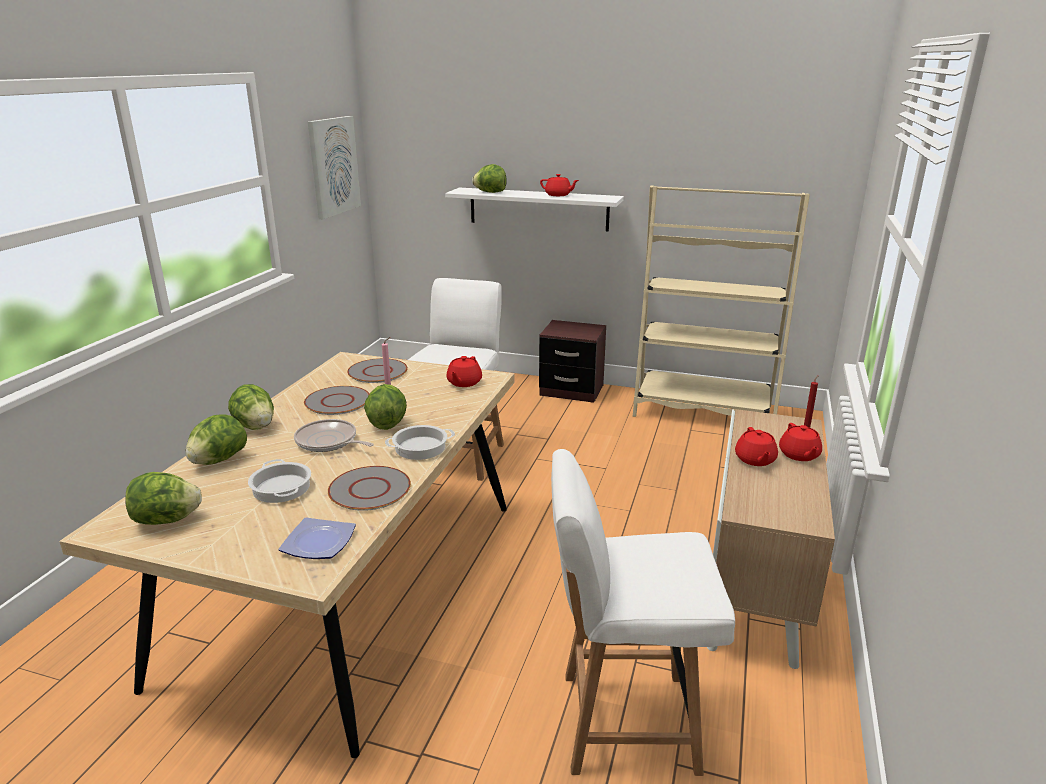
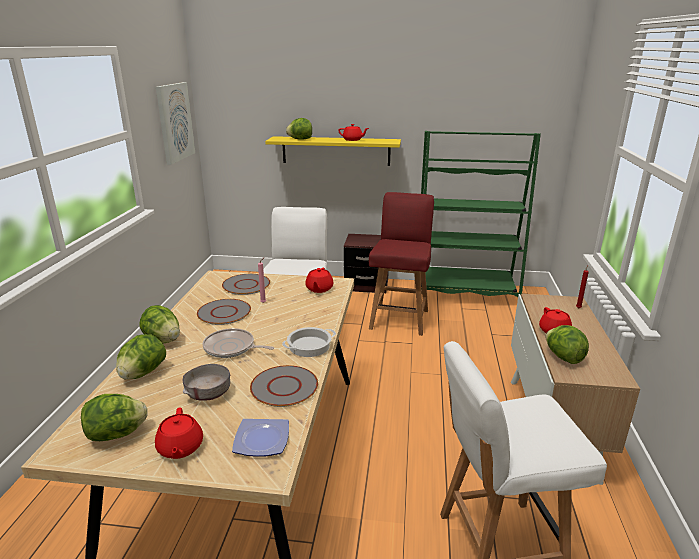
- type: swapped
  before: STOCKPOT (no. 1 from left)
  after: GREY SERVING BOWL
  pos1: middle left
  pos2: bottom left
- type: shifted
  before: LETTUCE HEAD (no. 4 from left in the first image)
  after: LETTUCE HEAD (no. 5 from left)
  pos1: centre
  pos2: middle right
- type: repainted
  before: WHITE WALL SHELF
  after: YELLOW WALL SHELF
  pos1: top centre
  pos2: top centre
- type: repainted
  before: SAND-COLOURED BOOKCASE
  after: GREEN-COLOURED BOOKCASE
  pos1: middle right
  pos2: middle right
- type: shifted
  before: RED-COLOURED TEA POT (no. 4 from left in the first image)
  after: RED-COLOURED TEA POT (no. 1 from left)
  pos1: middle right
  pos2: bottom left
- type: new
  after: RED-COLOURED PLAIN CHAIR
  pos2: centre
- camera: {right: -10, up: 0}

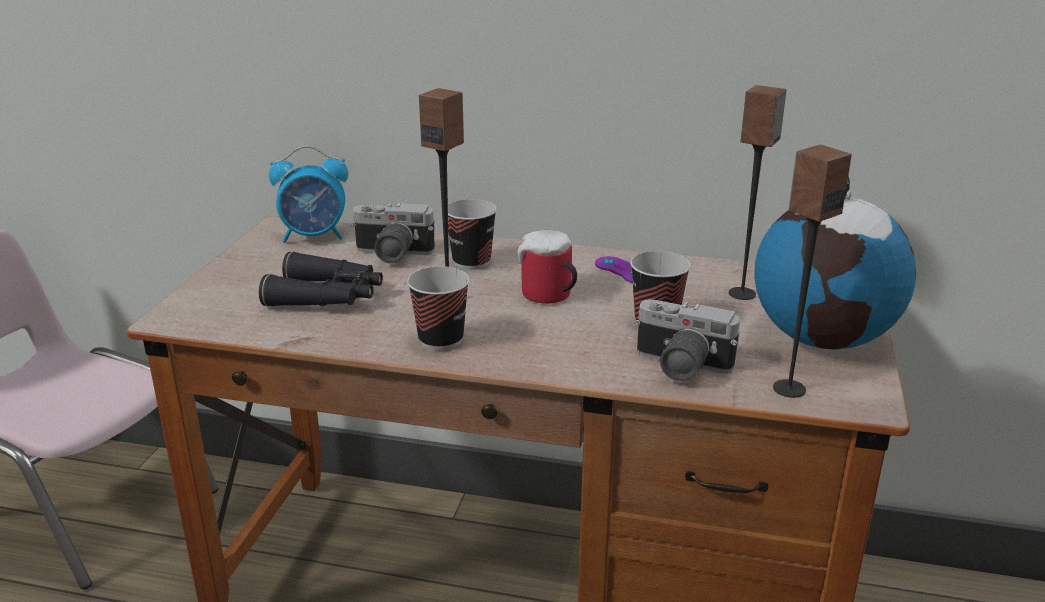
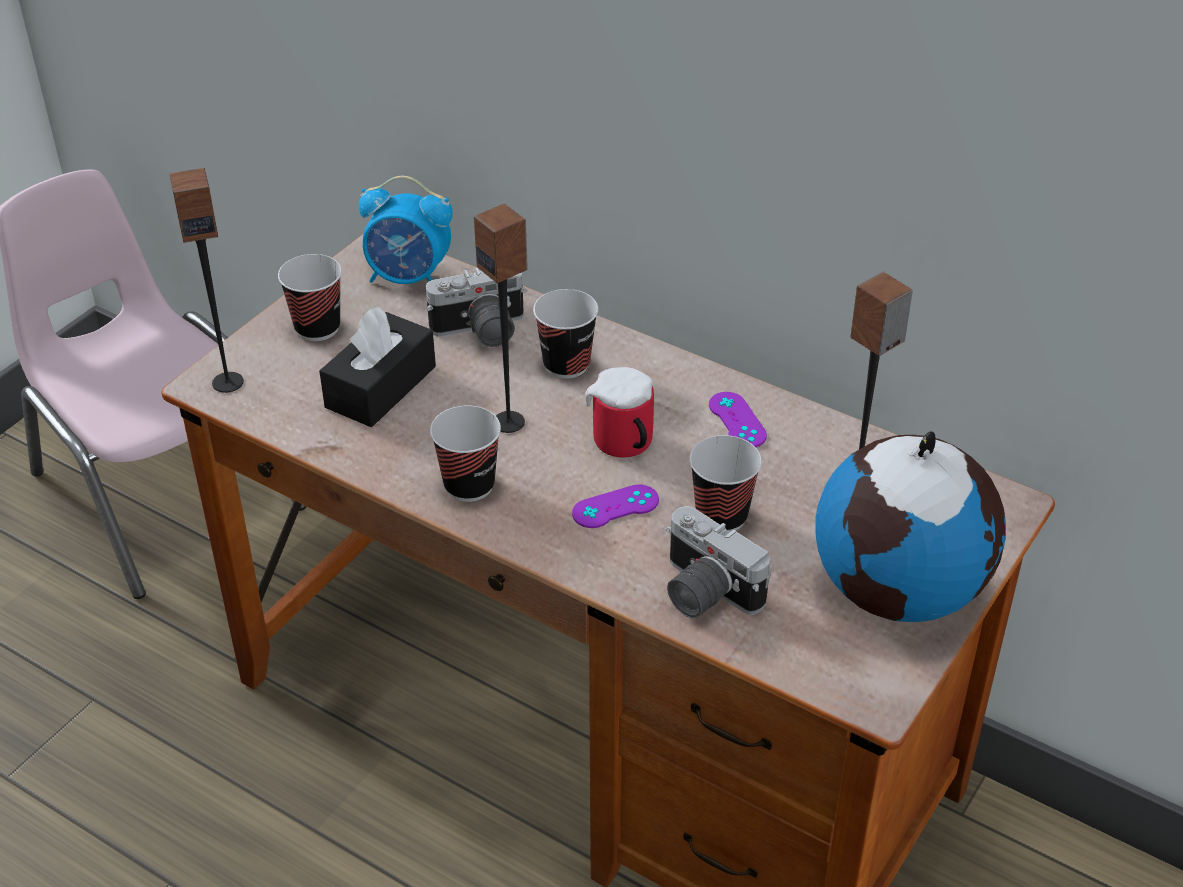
- type: swapped
  before: BLACKISH PAIR OF BINOCULARS
  after: BLACKISH BOX OF TISSUES
  pos1: middle left
  pos2: middle left
- type: rotated
  before: PHOTO CAMERA (no. 1 from left)
  pos1: centre
  pos2: centre
  turn: -45
- type: shifted
  before: AUDIO SPEAKER (no. 3 from left in the first image)
  after: AUDIO SPEAKER (no. 1 from left)
  pos1: middle right
  pos2: top left
- type: new
  after: SMALL CUP (no. 1 from left)
  pos2: middle left
- type: new
  after: PURPLE-COLOURED JOYPAD (no. 1 from left)
  pos2: centre
- camera: {right: 20, up: 15}

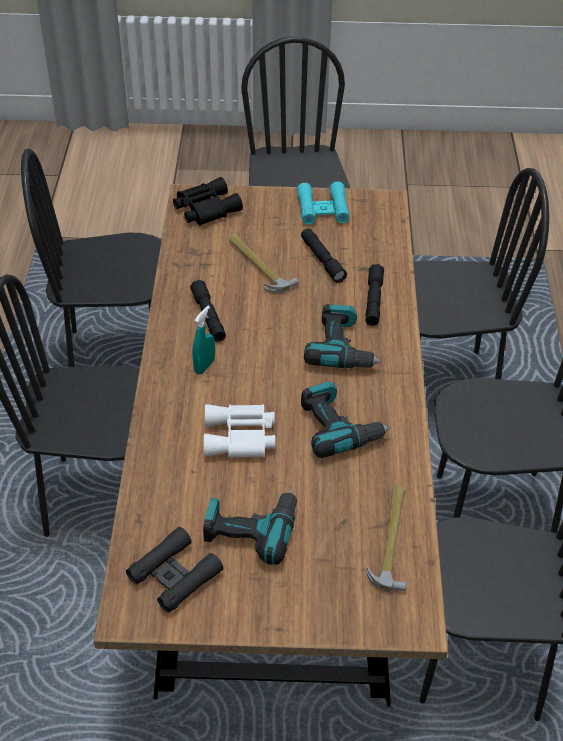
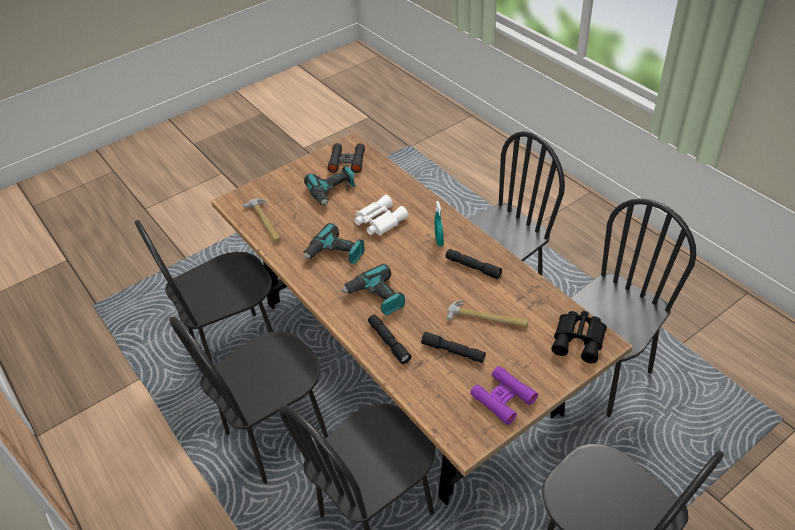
- type: repainted
  before: BLUE-GREEN PAIR OF BINOCULARS
  after: PURPLE-COLOURED PAIR OF BINOCULARS
  pos1: top centre
  pos2: bottom centre
- camera: {right: 145, up: 0}

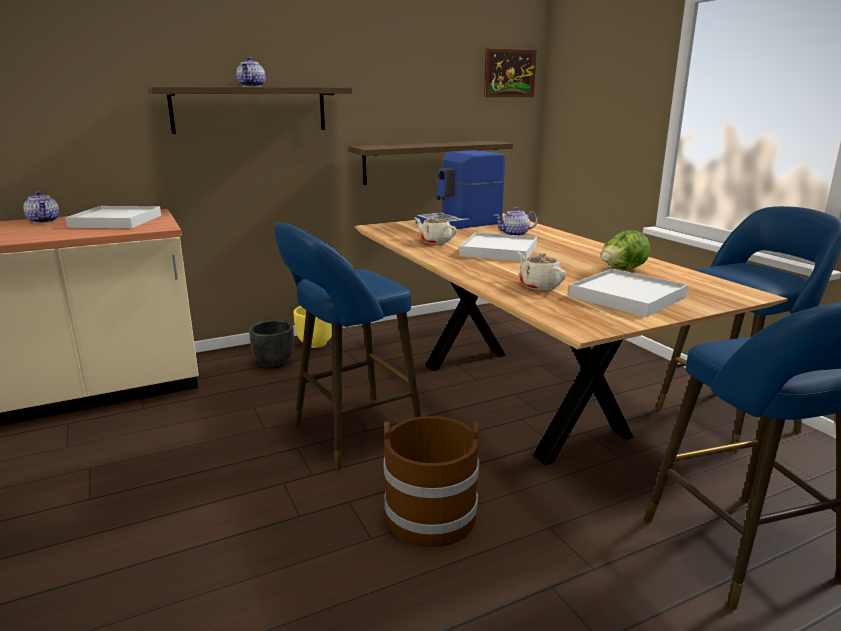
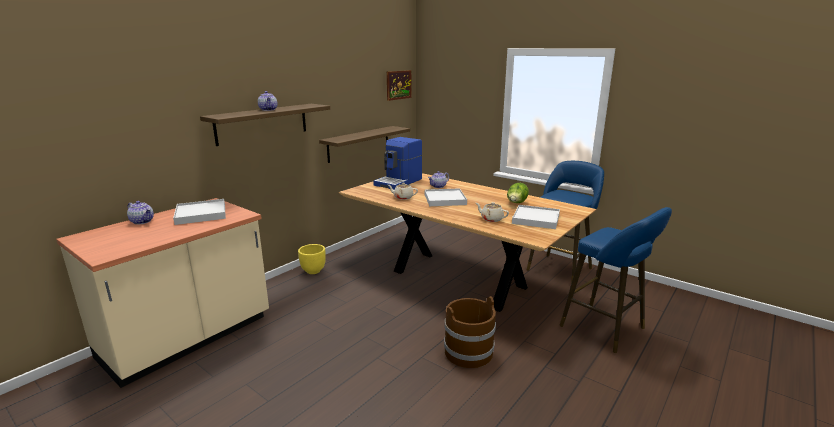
- type: gone
  before: BLACKISH FLOWER POT
  pos1: middle left
- type: gone
  before: BLUE-COLOURED STOOL (no. 1 from left)
  pos1: centre
- camera: {right: -25, up: 0}

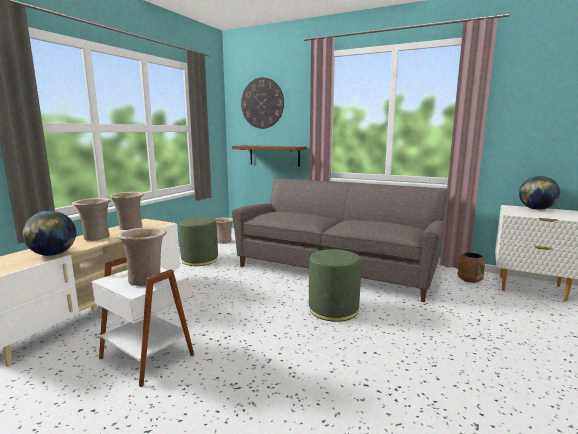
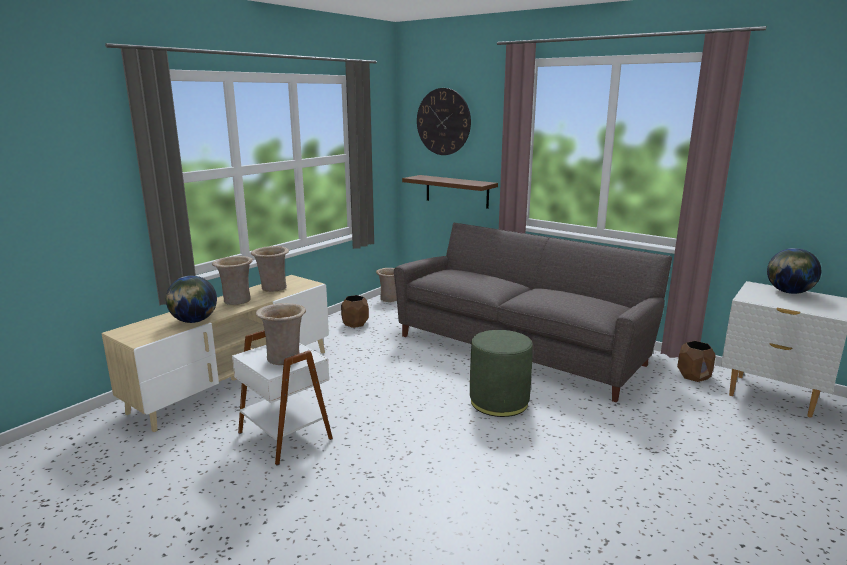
- type: swapped
  before: GREEN-COLOURED POUFFE (no. 1 from left)
  after: BROWN-COLOURED FLOWER POT (no. 1 from left)
  pos1: centre
  pos2: centre
- camera: {right: 10, up: 5}

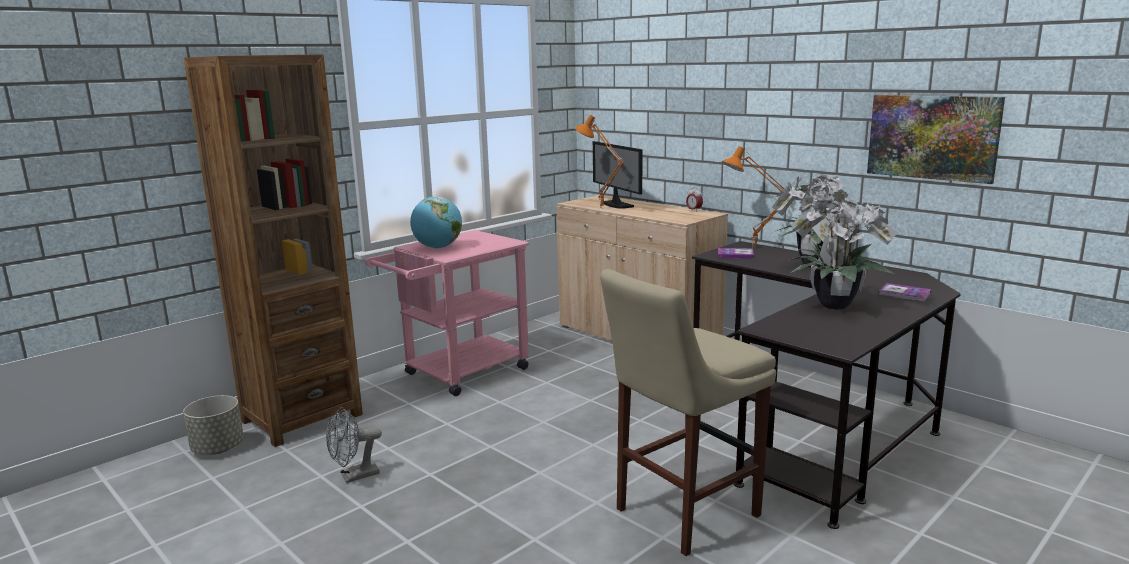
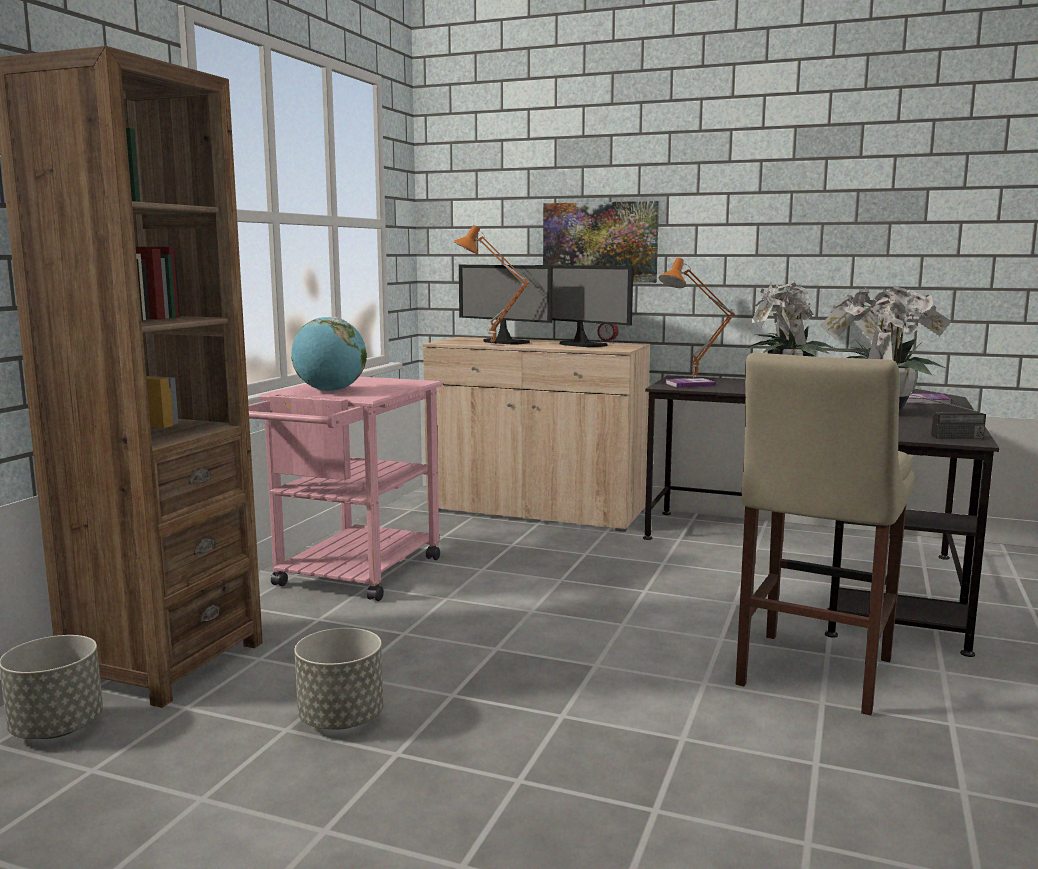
- type: swapped
  before: GREY FAN
  after: GREY FLOWER POT (no. 2 from left)
  pos1: bottom left
  pos2: bottom left
- type: shifted
  before: PICTURE
  pos1: top right
  pos2: top centre
- type: new
  after: COMPUTER SCREEN (no. 2 from left)
  pos2: centre
- type: new
  after: RADIO SET
  pos2: middle right
- camera: {right: -25, up: -5}

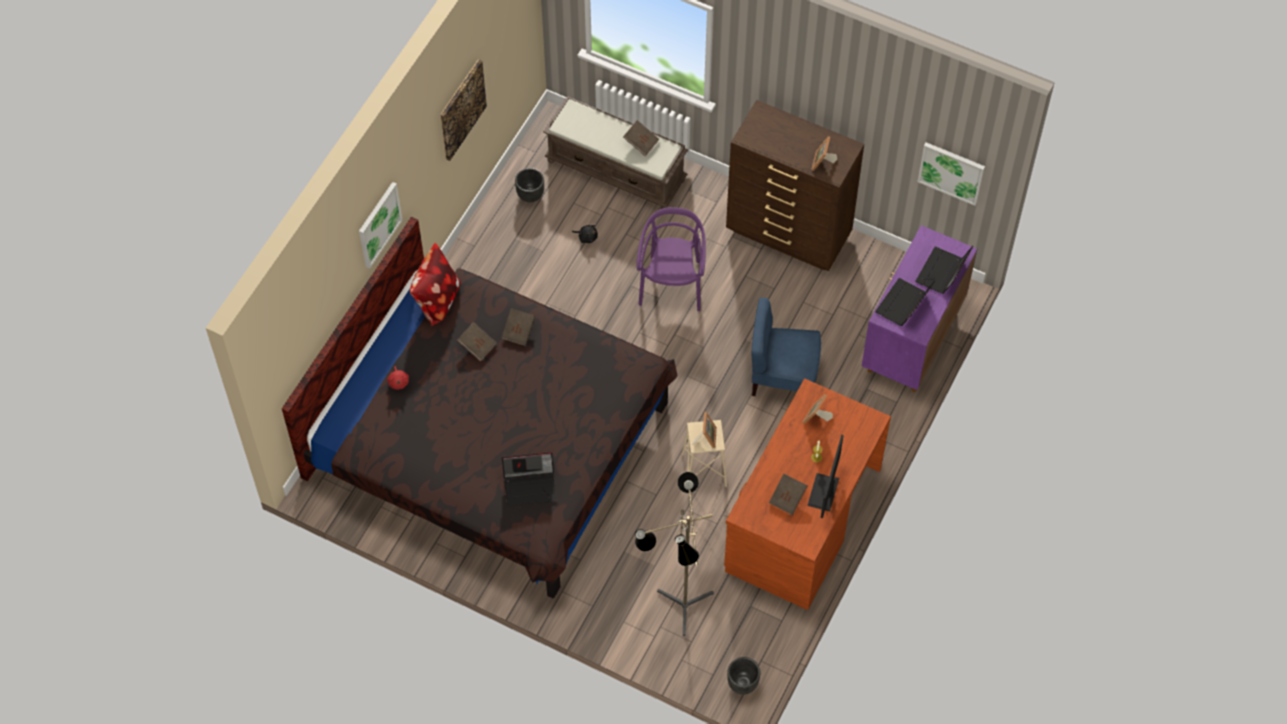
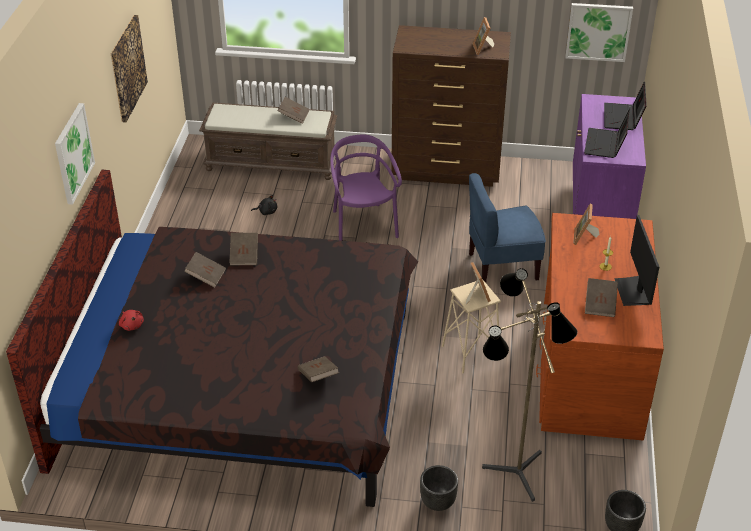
- type: gone
  before: THROW PILLOW
  pos1: centre
- type: swapped
  before: LAPTOP (no. 1 from left)
  after: BROWN-COLOURED BOUND BOOK (no. 4 from left)
  pos1: centre
  pos2: bottom centre
- type: shifted
  before: BLACKISH FLOWER POT (no. 1 from left)
  pos1: top centre
  pos2: bottom centre
- camera: {right: -20, up: -20}

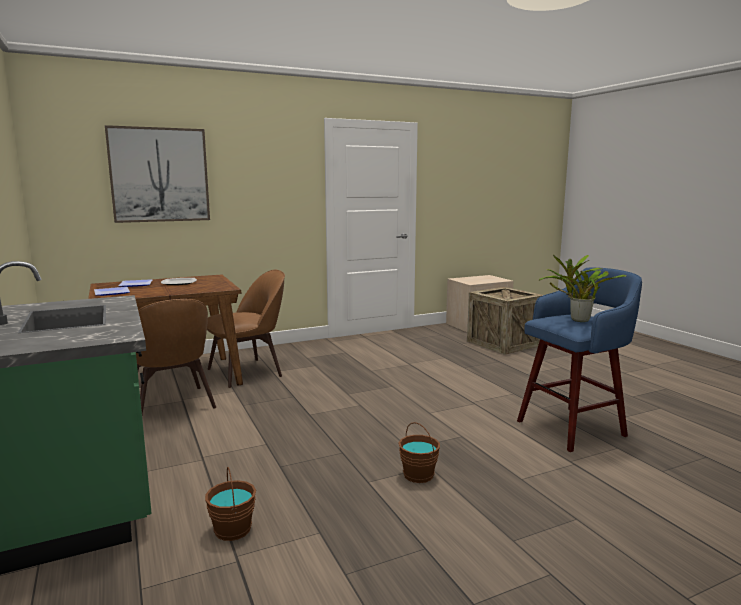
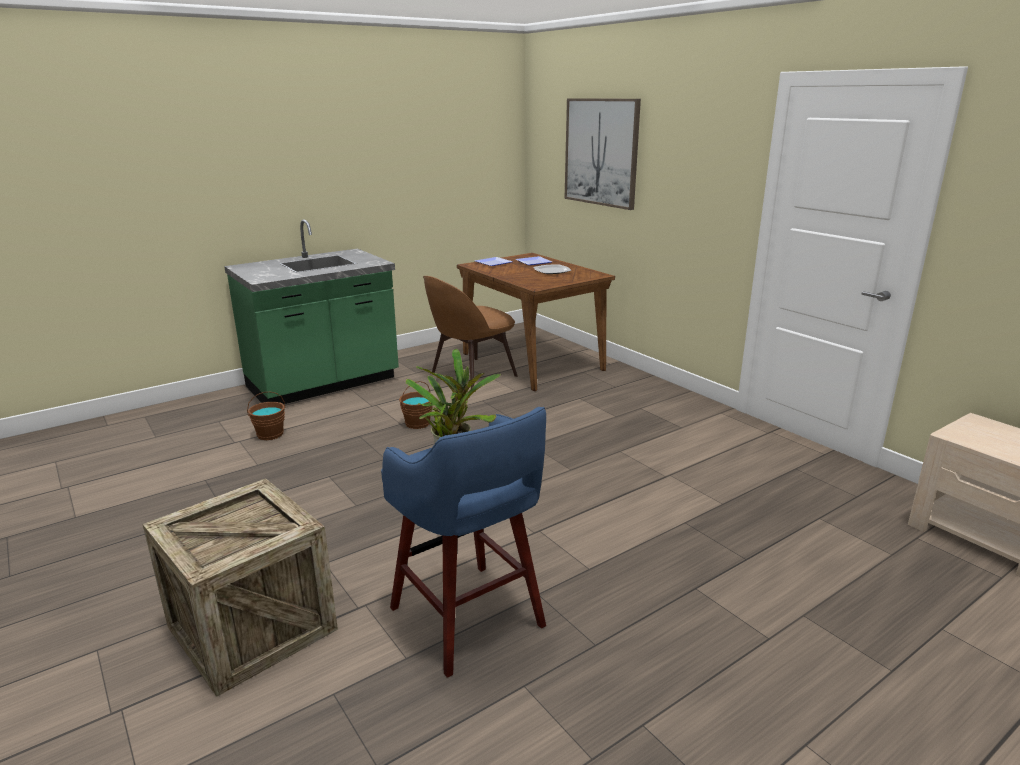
- type: gone
  before: BROWN-COLOURED PLAIN CHAIR (no. 2 from left)
  pos1: middle left
- type: shifted
  before: BROWN-COLOURED WATER BUCKET (no. 2 from left)
  pos1: bottom centre
  pos2: centre
- type: shifted
  before: CRATE
  pos1: middle right
  pos2: bottom left
- camera: {right: 80, up: 10}

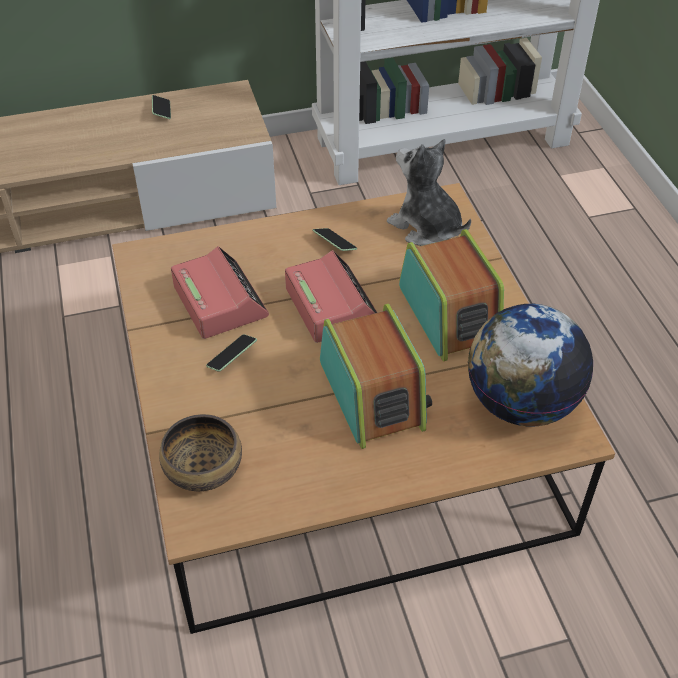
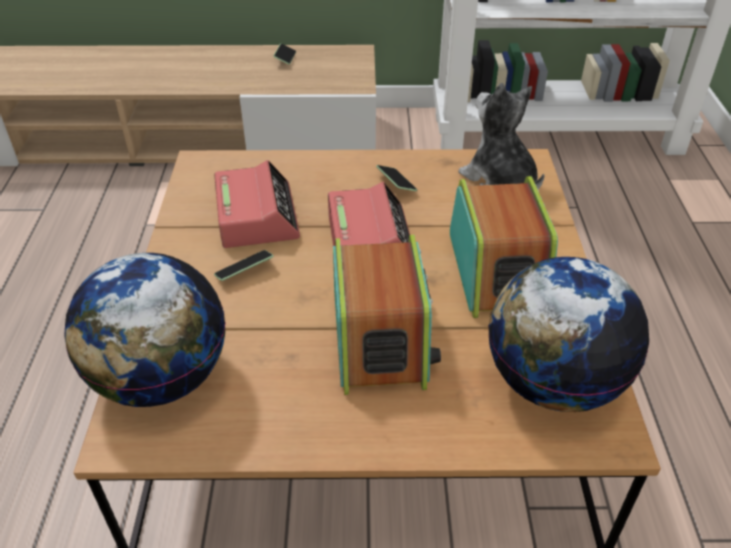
- type: swapped
  before: SERVING BOWL
  after: WORLD GLOBE (no. 1 from left)
  pos1: bottom left
  pos2: middle left
- camera: {right: 15, up: -5}

